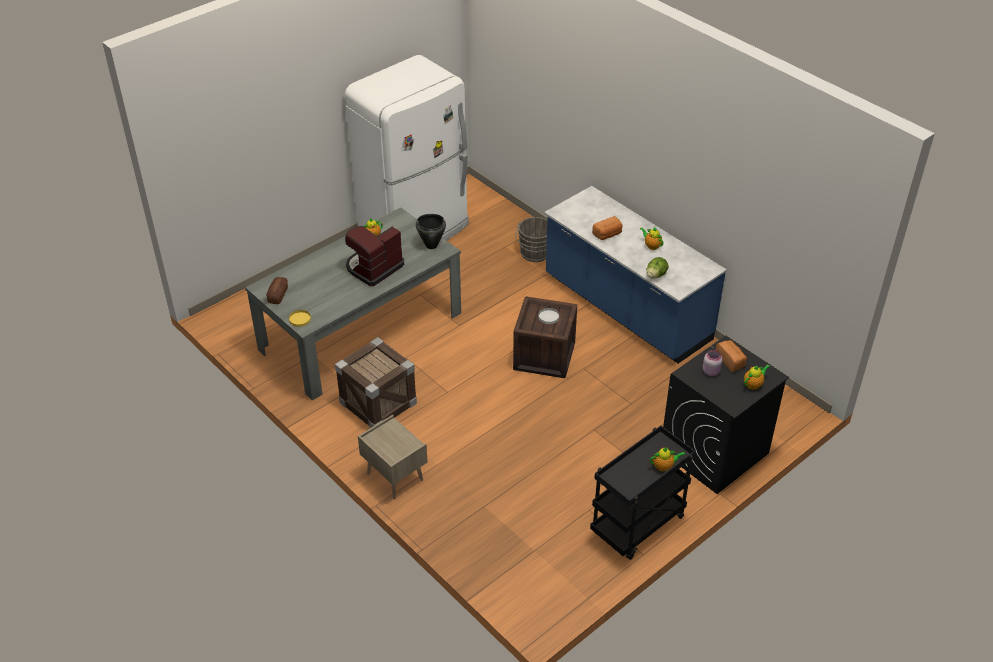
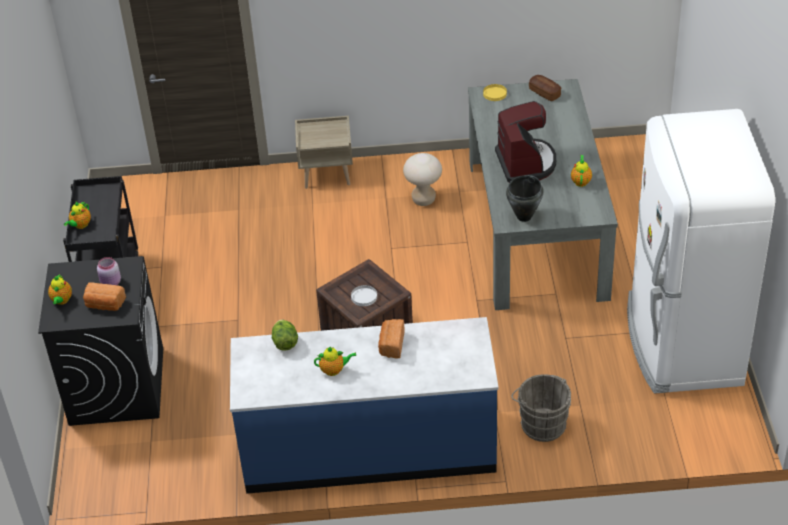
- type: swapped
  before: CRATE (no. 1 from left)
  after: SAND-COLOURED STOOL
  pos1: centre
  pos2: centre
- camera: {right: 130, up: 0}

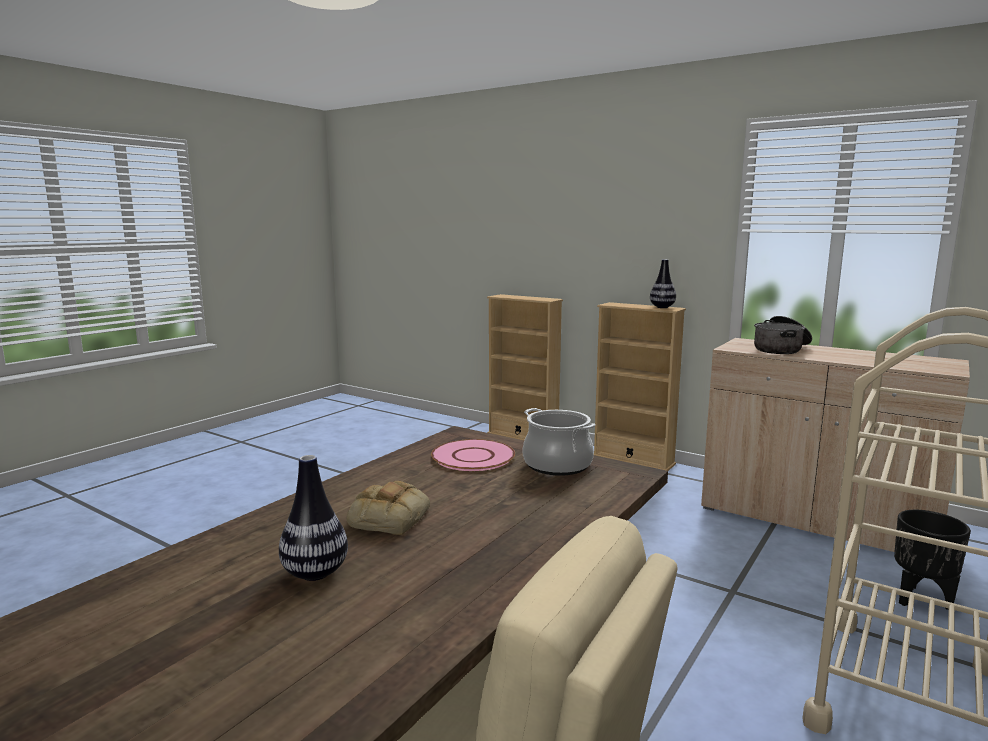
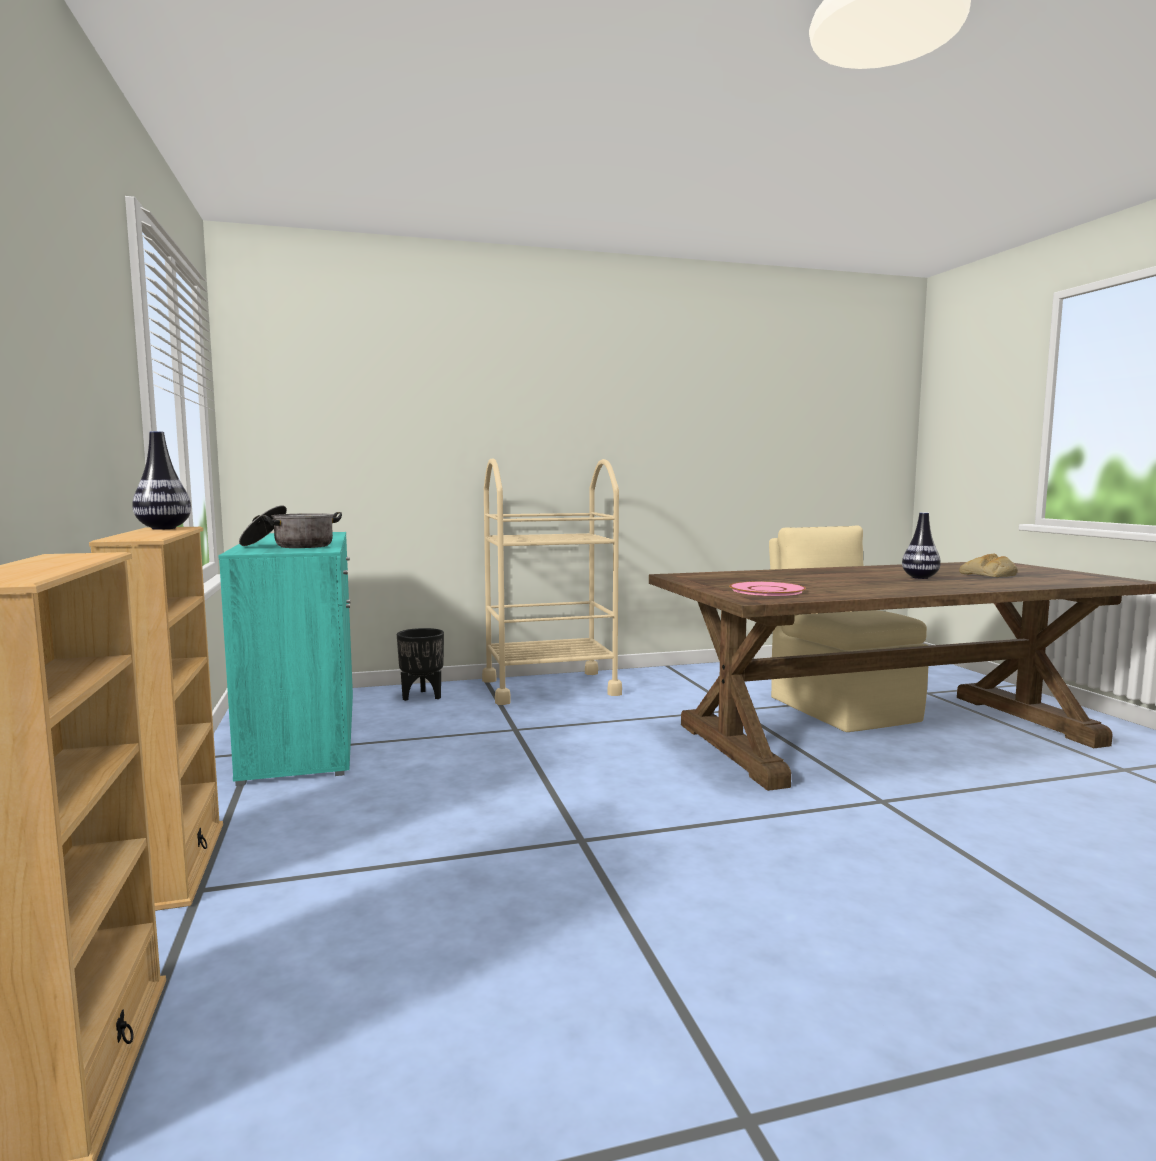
- type: shifted
  before: BREAD
  pos1: bottom centre
  pos2: middle right
- type: gone
  before: STOCKPOT (no. 1 from left)
  pos1: centre
- type: repainted
  before: SAND-COLOURED CABINET
  after: BLUE-GREEN CABINET
  pos1: middle right
  pos2: middle left
- camera: {right: -140, up: -5}

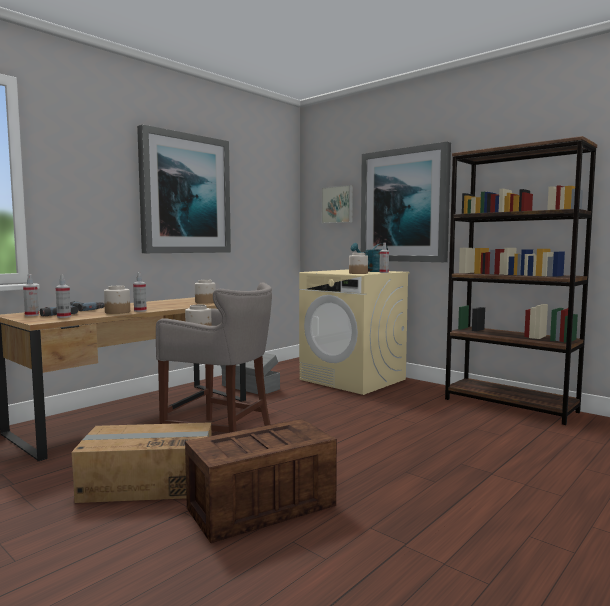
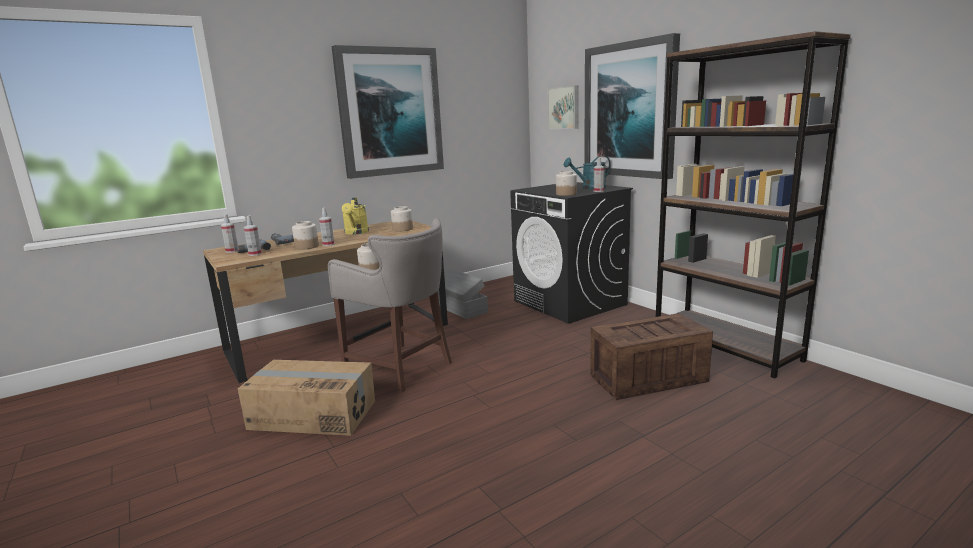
- type: shifted
  before: CRATE
  pos1: bottom centre
  pos2: middle right
- type: repainted
  before: SAND-COLOURED LAUNDRY APPLIANCE
  after: BLACKISH LAUNDRY APPLIANCE
  pos1: centre
  pos2: centre
- type: new
  after: YELLOW SPRINKLING CAN
  pos2: centre
- camera: {right: 15, up: 10}

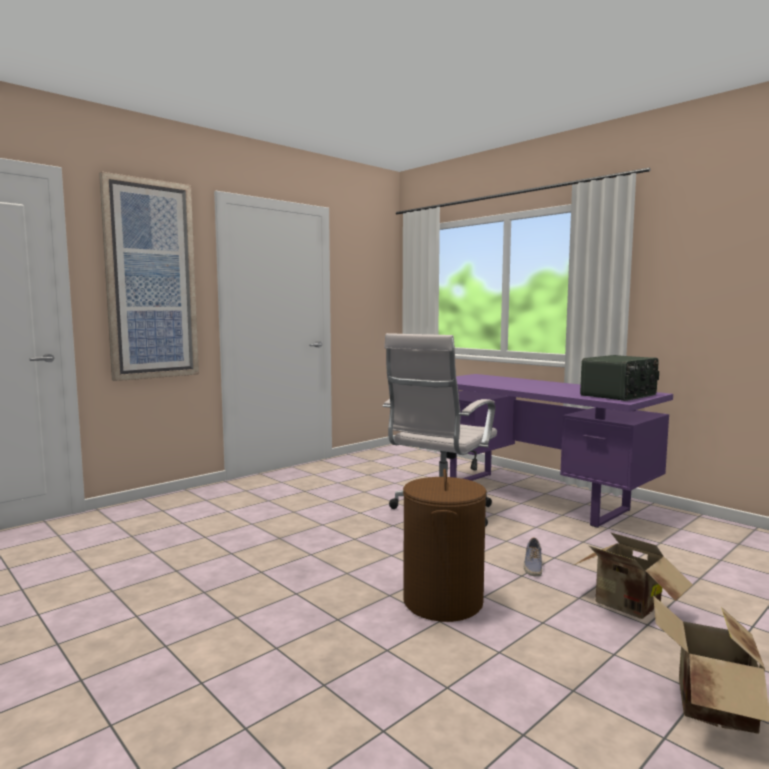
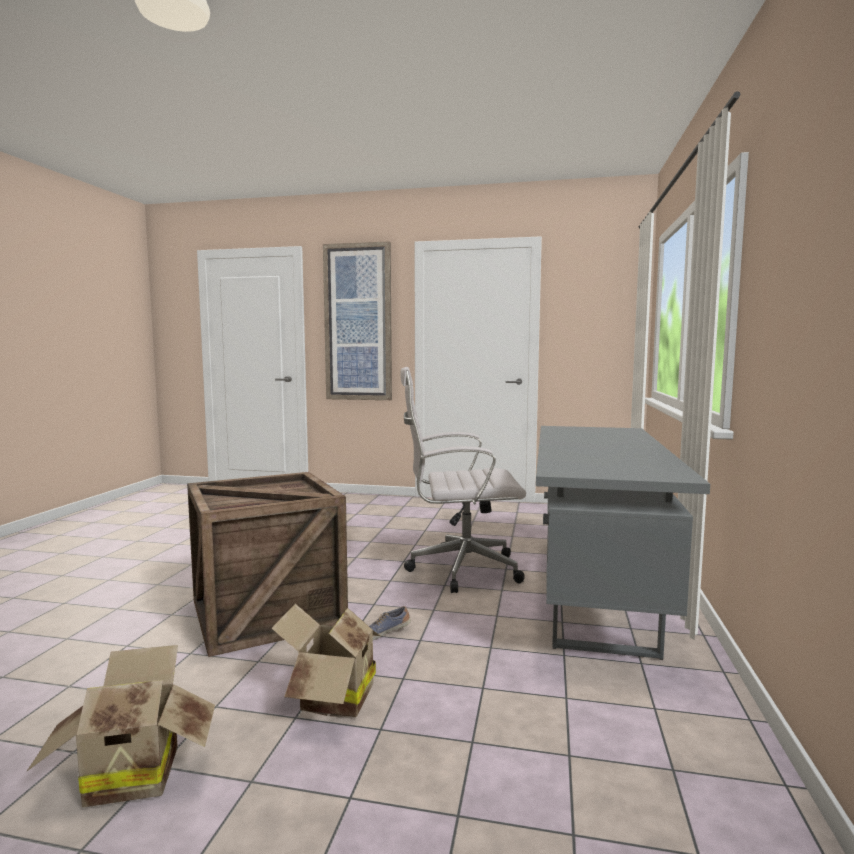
- type: swapped
  before: BROWN-COLOURED HAMPER
  after: CRATE
  pos1: bottom centre
  pos2: middle left
- type: repainted
  before: PURPLE-COLOURED DESK
  after: GREY DESK
  pos1: middle right
  pos2: middle right
- type: gone
  before: RADIO SET
  pos1: middle right
- camera: {right: 55, up: 0}

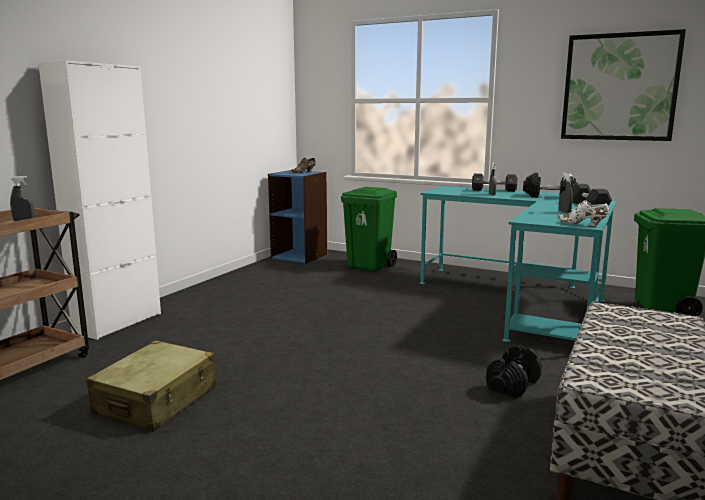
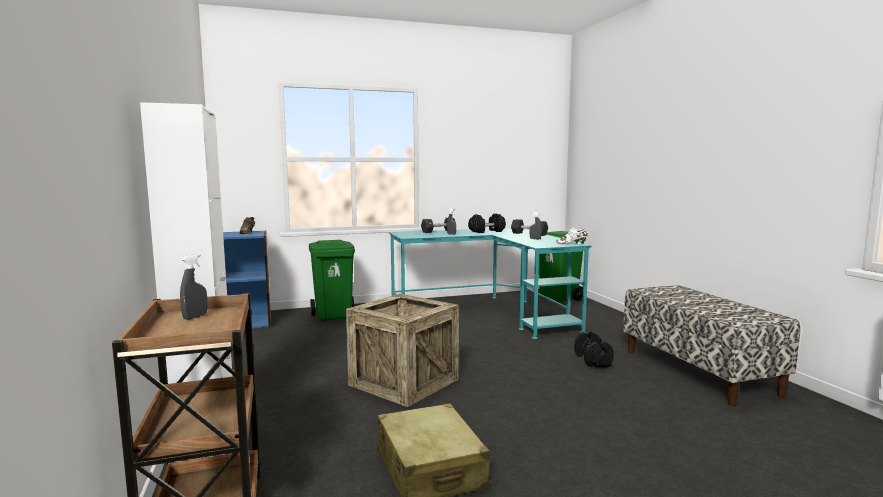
- type: gone
  before: PICTURE
  pos1: top right
- type: new
  after: CRATE
  pos2: bottom centre
- camera: {right: -45, up: -5}

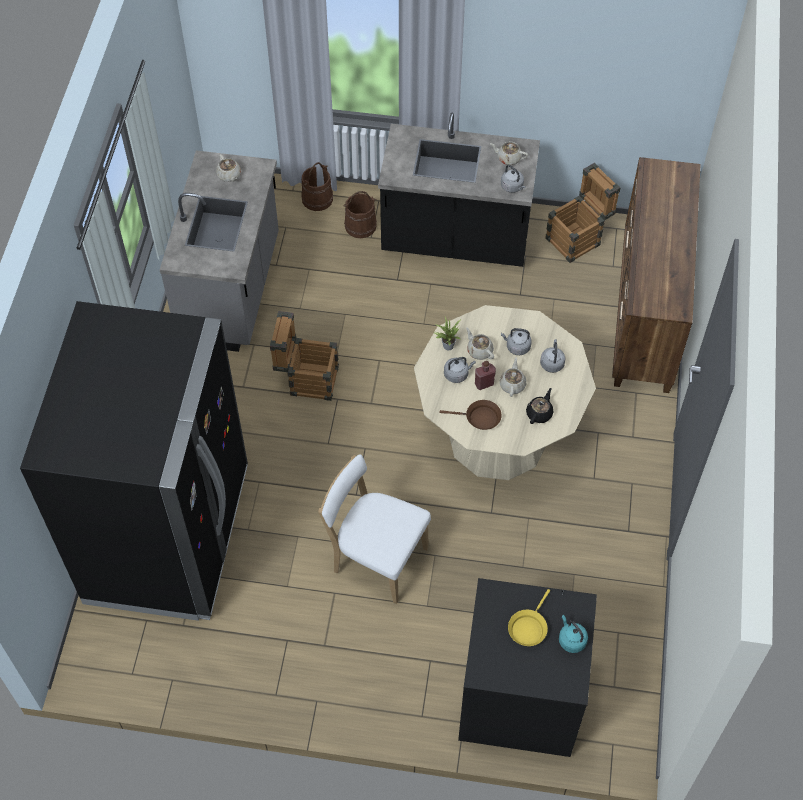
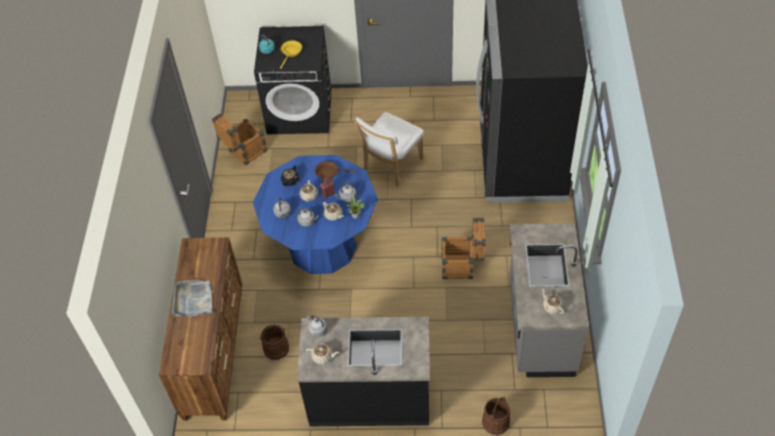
- type: rotated
  before: WHITE PLAIN CHAIR
  pos1: centre
  pos2: centre
  turn: 105
- type: shifted
  before: BROWN-COLOURED WATER BUCKET (no. 2 from left in the first image)
  after: BROWN-COLOURED WATER BUCKET (no. 1 from left)
  pos1: top centre
  pos2: bottom centre
- type: repainted
  before: SAND-COLOURED DINNER TABLE
  after: BLUE-COLOURED DINNER TABLE
  pos1: centre
  pos2: centre
- type: shifted
  before: CRATE (no. 2 from left in the first image)
  after: CRATE (no. 1 from left)
  pos1: top right
  pos2: top left
- type: new
  after: GREY CARRYING TRAY
  pos2: bottom left
- camera: {right: 175, up: -5}

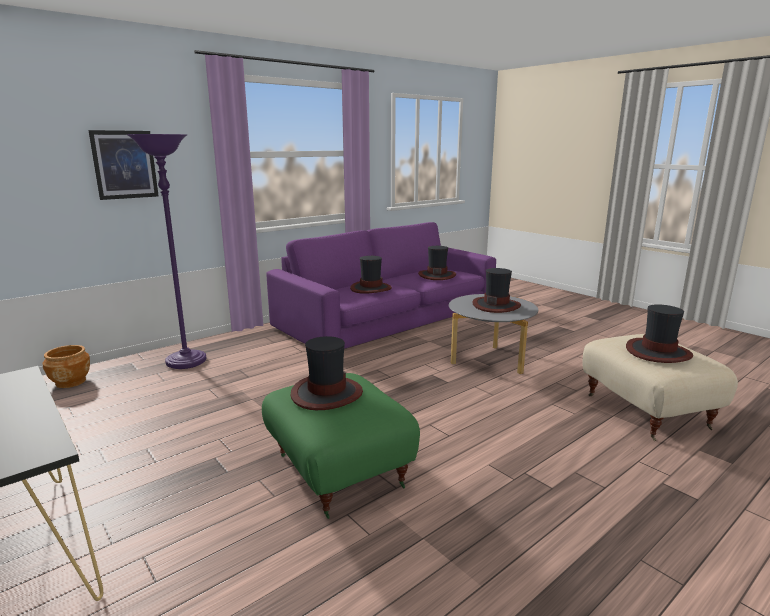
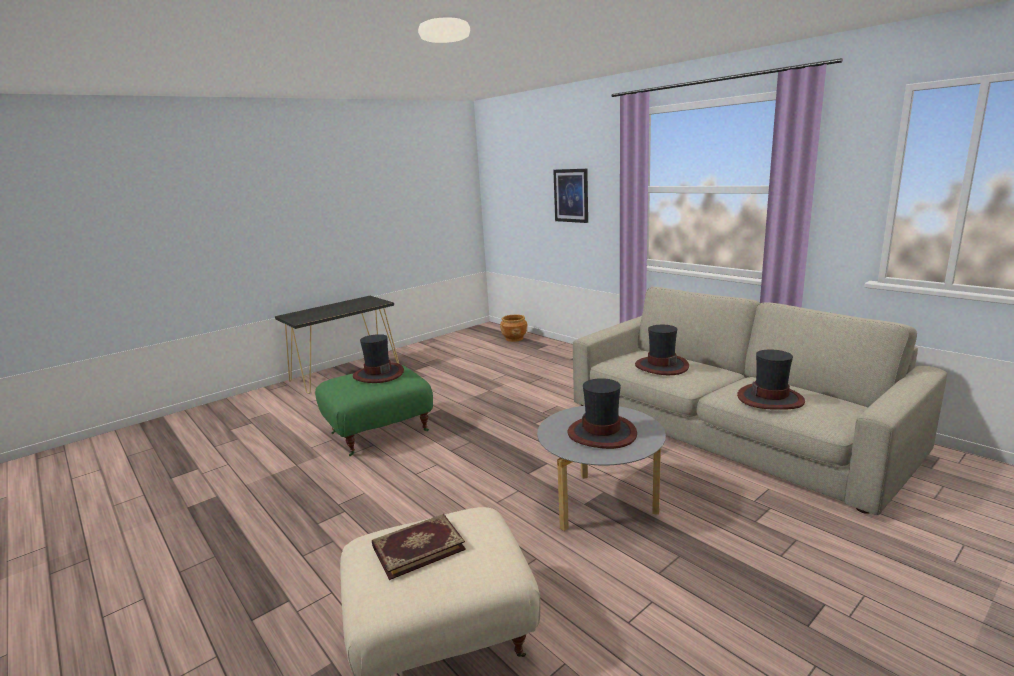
- type: gone
  before: PURPLE-COLOURED STANDARD LAMP
  pos1: middle left
- type: repainted
  before: PURPLE-COLOURED SOFA
  after: SAND-COLOURED SOFA
  pos1: centre
  pos2: middle right
- type: swapped
  before: WEARABLE HAT (no. 5 from left)
  after: BOUND BOOK
  pos1: middle right
  pos2: bottom centre
- camera: {right: 90, up: 0}

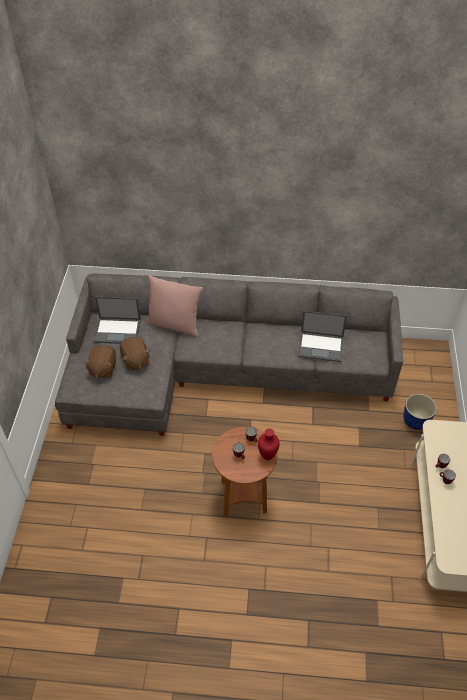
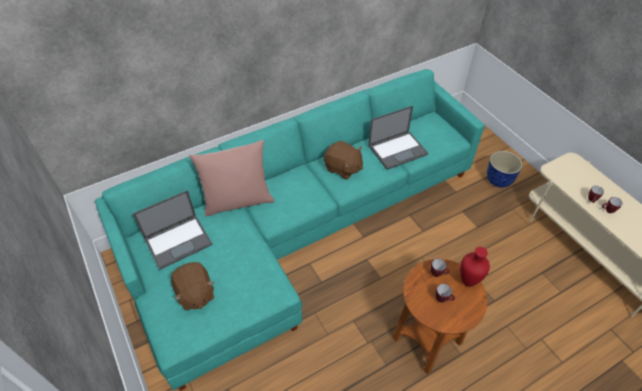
- type: repainted
  before: GREY SOFA
  after: BLUE-GREEN SOFA
  pos1: centre
  pos2: centre
- type: shifted
  before: BROWN-COLOURED PLUSH TOY (no. 2 from left)
  pos1: middle left
  pos2: centre
- camera: {right: -35, up: 0}

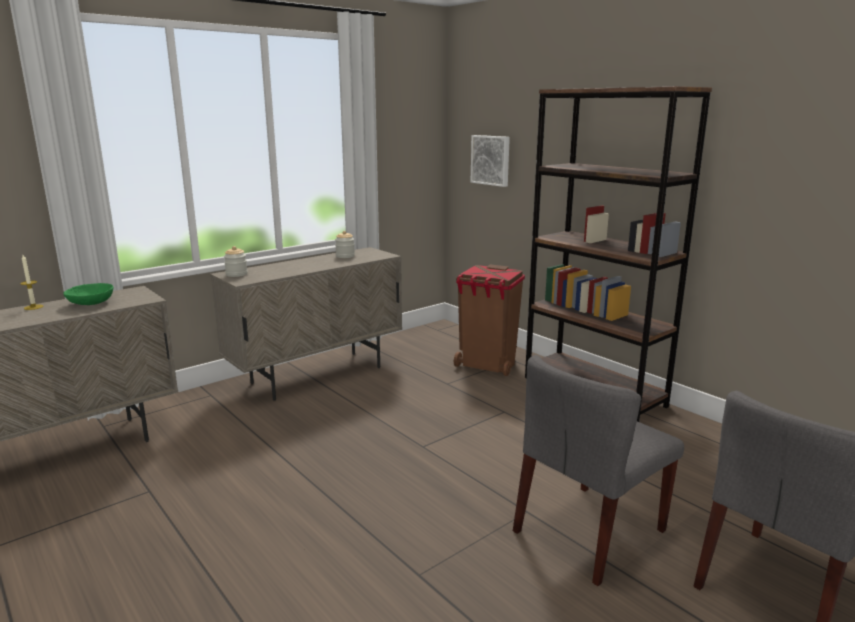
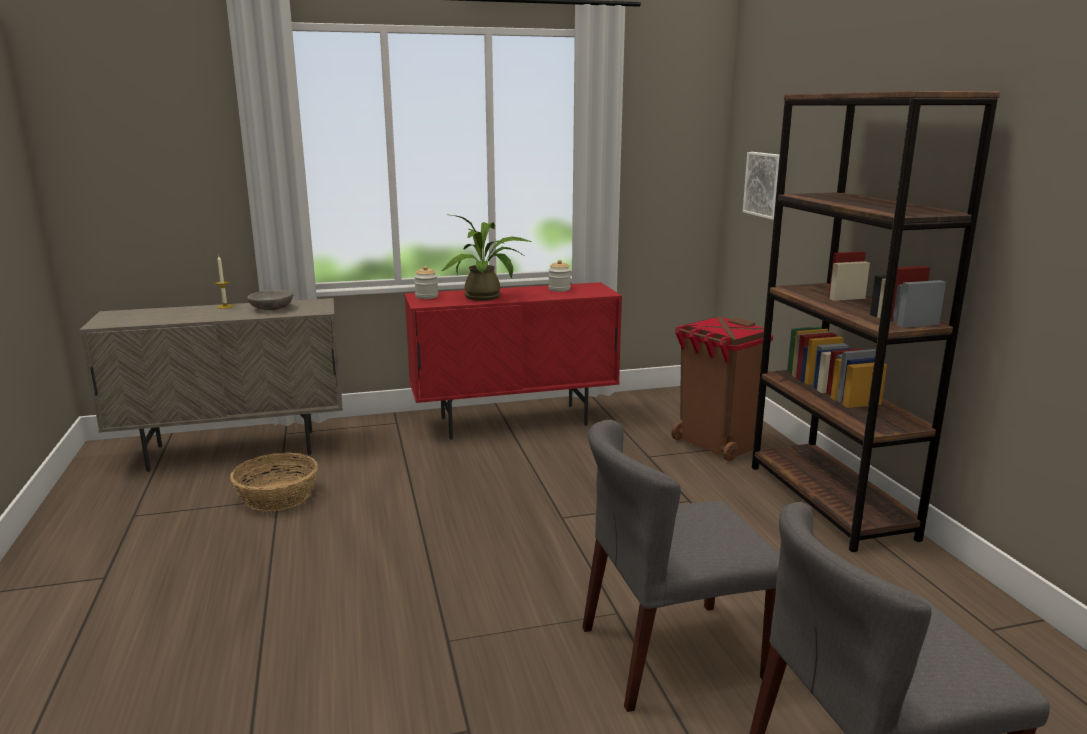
- type: repainted
  before: GREEN-COLOURED SERVING BOWL
  after: GREY SERVING BOWL
  pos1: middle left
  pos2: middle left
- type: repainted
  before: SAND-COLOURED CABINET (no. 2 from left)
  after: RED-COLOURED CABINET
  pos1: centre
  pos2: centre
- type: new
  after: HOUSEHOLD BASKET
  pos2: middle left
- type: new
  after: POTTED PLANT
  pos2: centre
- camera: {right: 25, up: 0}

